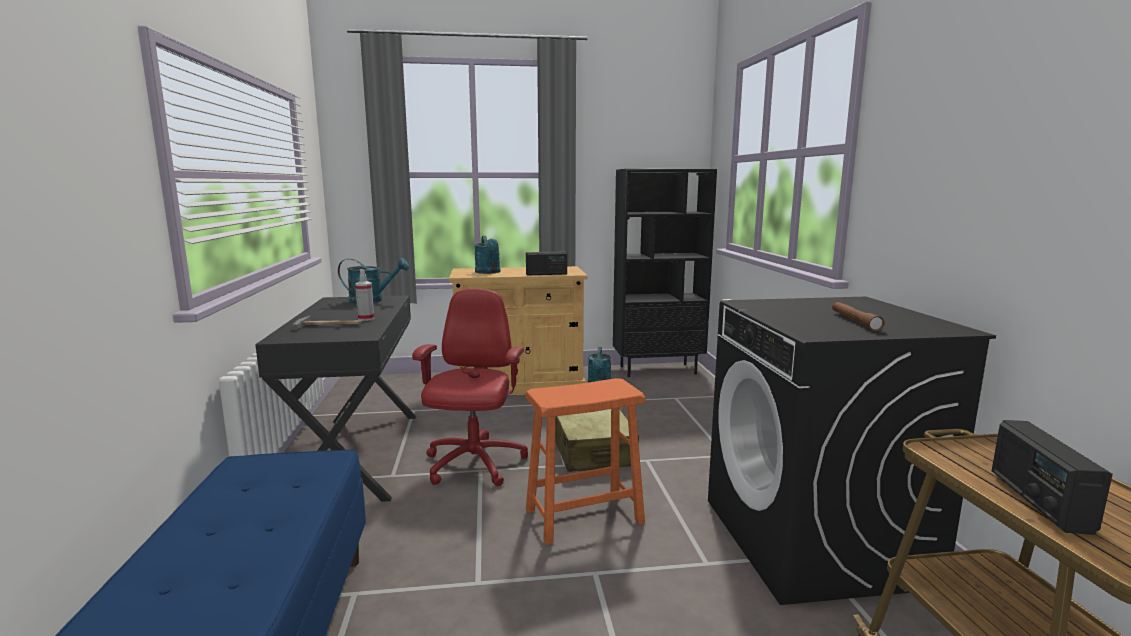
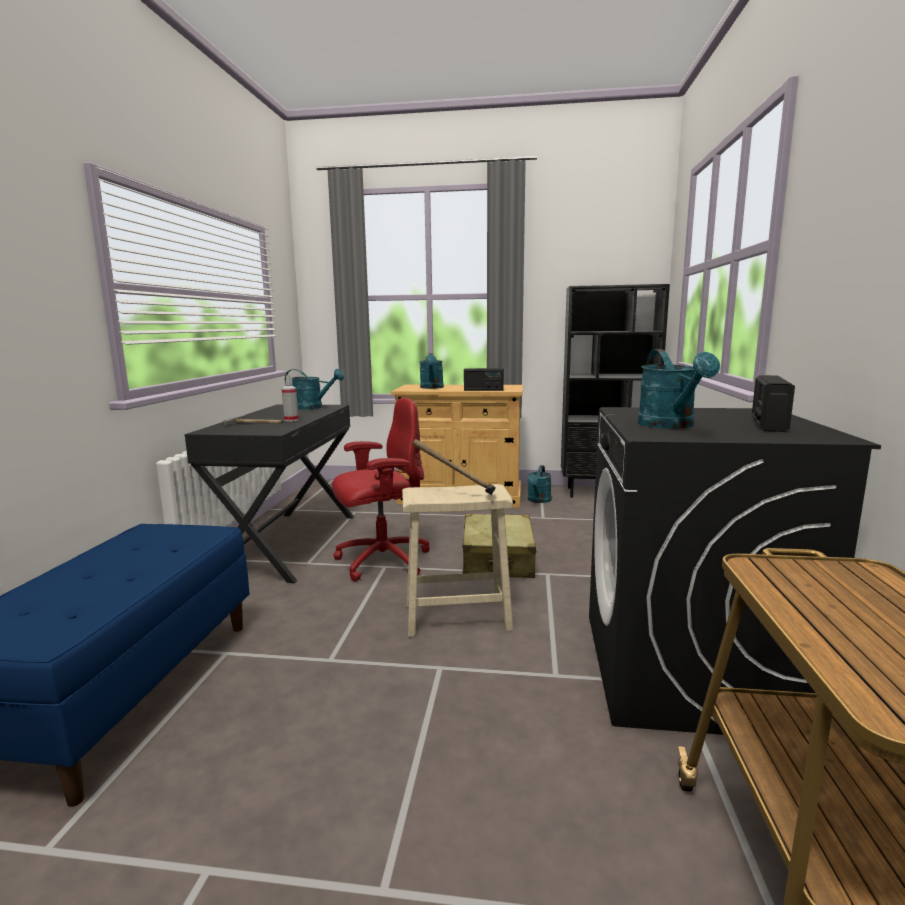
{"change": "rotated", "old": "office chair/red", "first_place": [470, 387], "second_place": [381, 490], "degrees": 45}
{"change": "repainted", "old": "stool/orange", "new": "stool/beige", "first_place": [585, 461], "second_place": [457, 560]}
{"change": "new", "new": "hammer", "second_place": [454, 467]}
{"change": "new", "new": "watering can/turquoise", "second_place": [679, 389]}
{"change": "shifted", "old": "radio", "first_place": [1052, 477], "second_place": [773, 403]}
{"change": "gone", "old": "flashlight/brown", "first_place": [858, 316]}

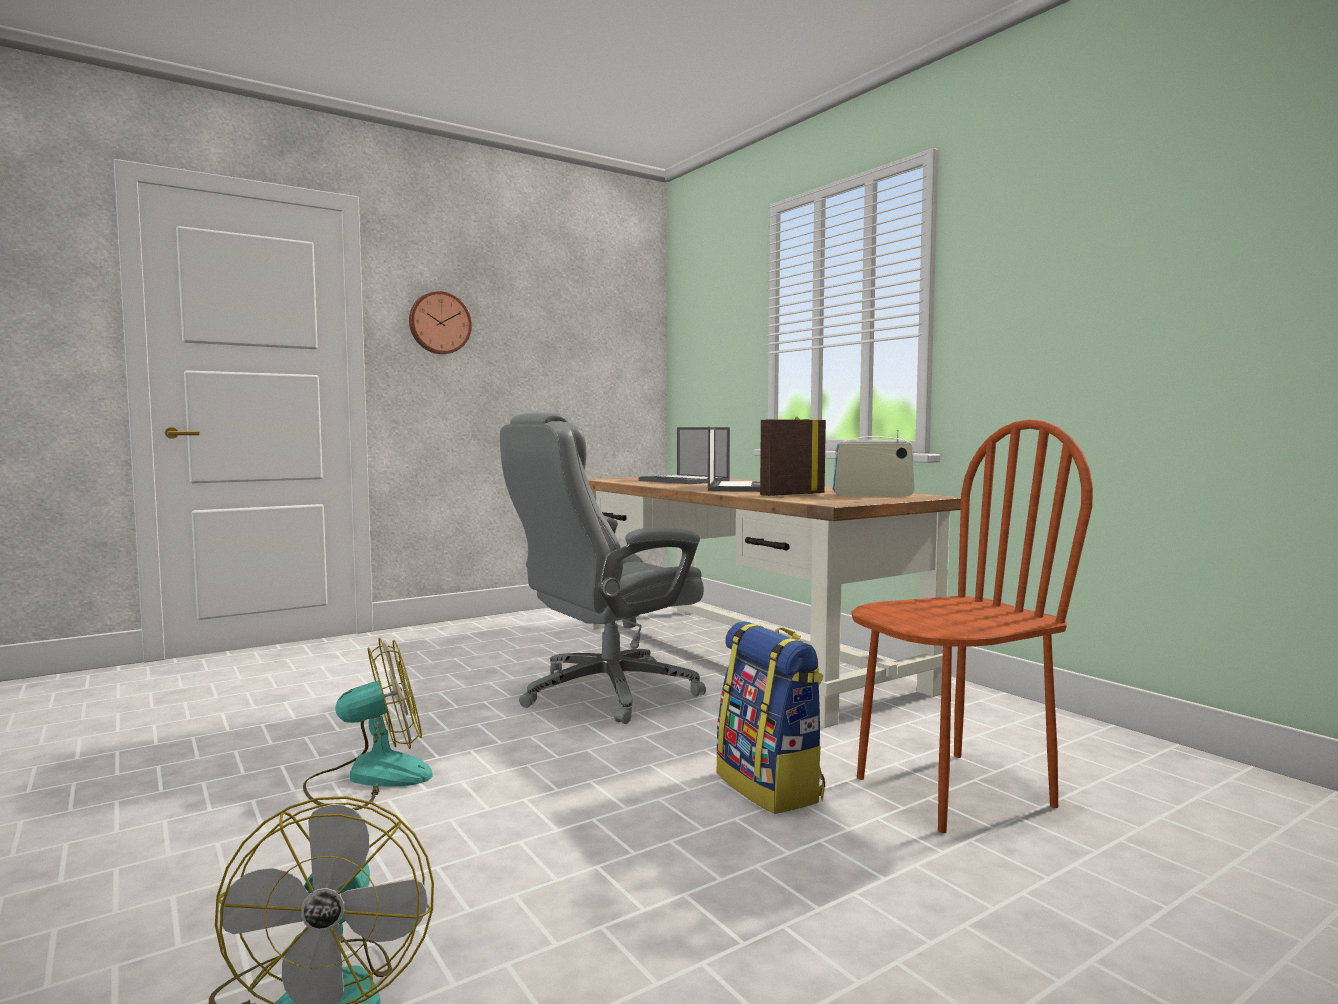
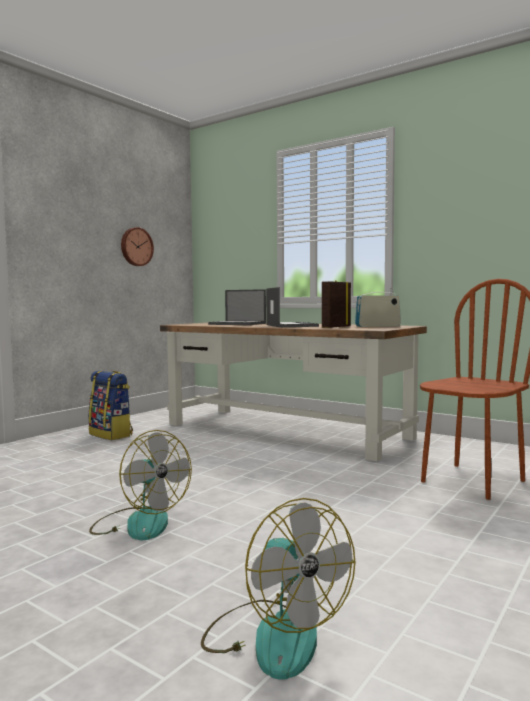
{"change": "shifted", "old": "backpack", "first_place": [771, 717], "second_place": [110, 405]}
{"change": "rotated", "old": "fan", "first_place": [367, 723], "second_place": [140, 485], "degrees": 90}
{"change": "shifted", "old": "wall clock", "first_place": [440, 322], "second_place": [137, 246]}
{"change": "gone", "old": "office chair/grey", "first_place": [603, 568]}

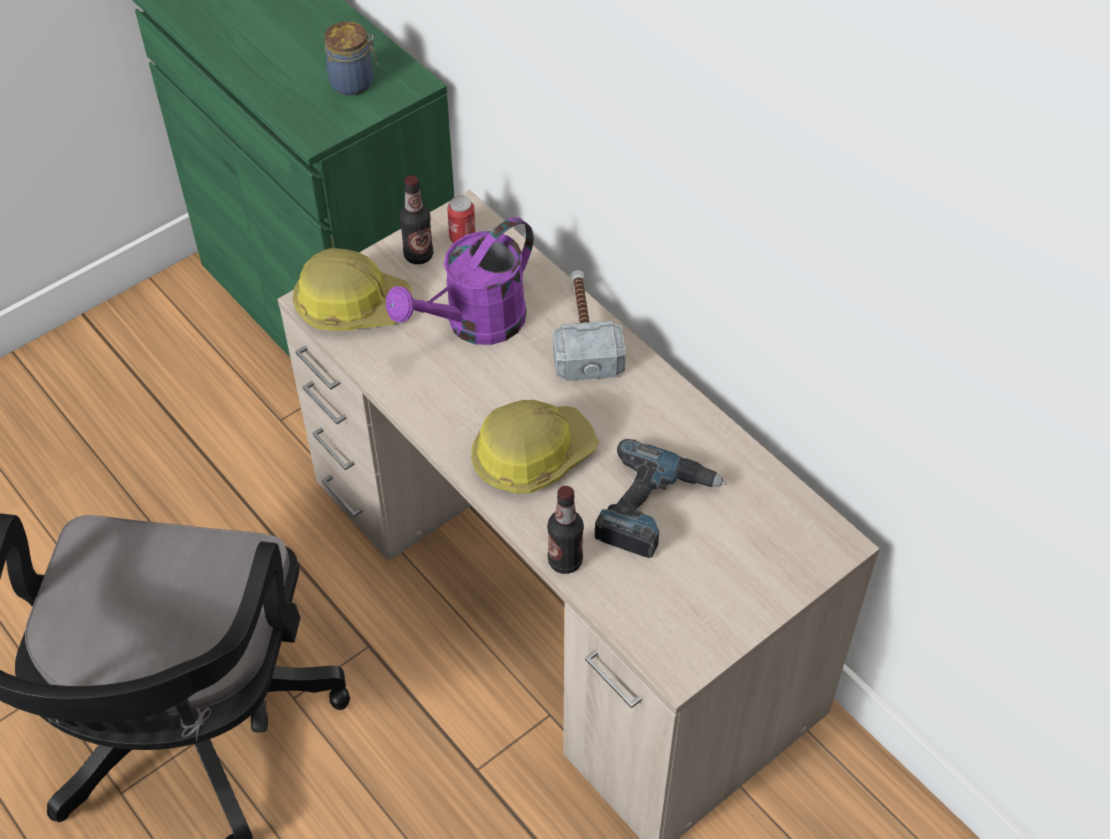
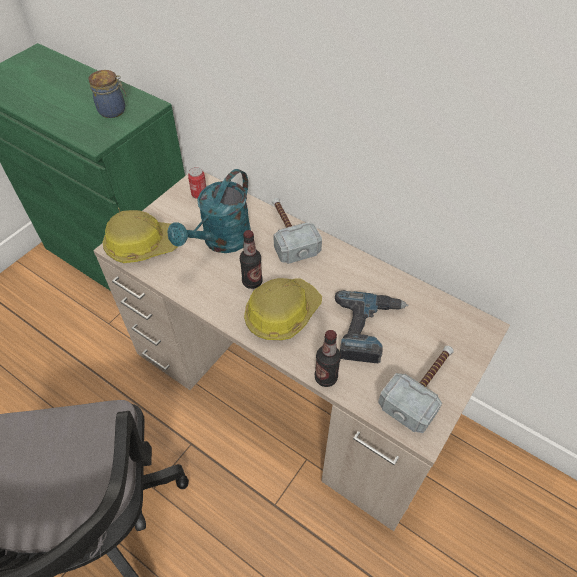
{"change": "repainted", "old": "watering can/purple", "new": "watering can/turquoise", "first_place": [460, 281], "second_place": [209, 211]}
{"change": "shifted", "old": "bottle", "first_place": [416, 219], "second_place": [251, 259]}
{"change": "new", "new": "hammer", "second_place": [416, 389]}

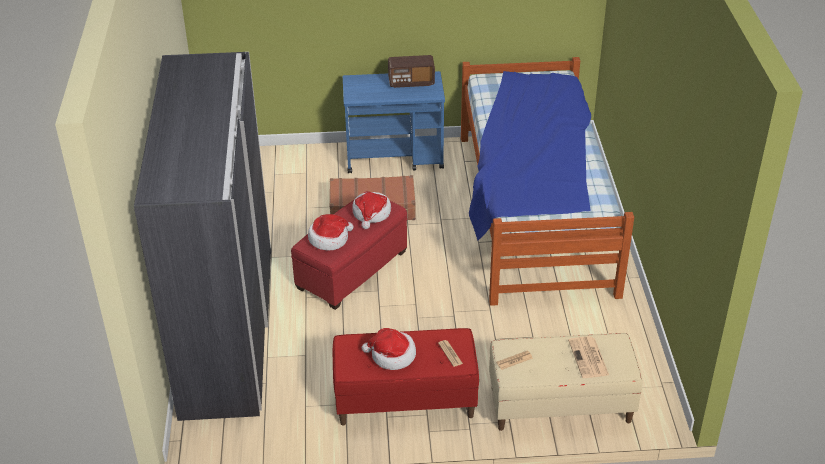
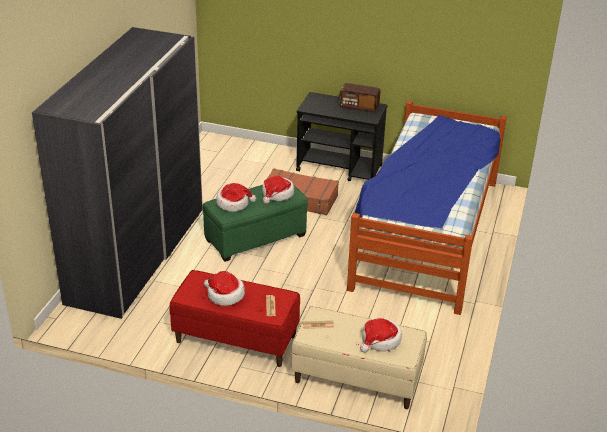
{"change": "repainted", "old": "ottoman/red", "new": "ottoman/green", "first_place": [349, 250], "second_place": [255, 223]}
{"change": "repainted", "old": "cart/blue", "new": "cart/black", "first_place": [394, 122], "second_place": [341, 136]}
{"change": "swapped", "old": "newspaper", "new": "hat", "first_place": [588, 357], "second_place": [381, 335]}

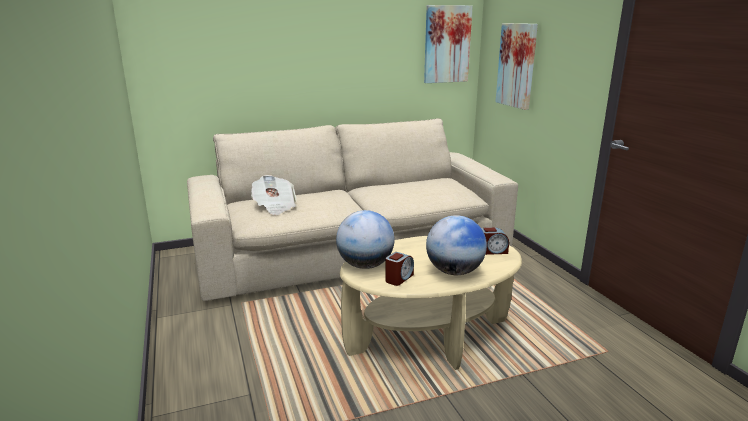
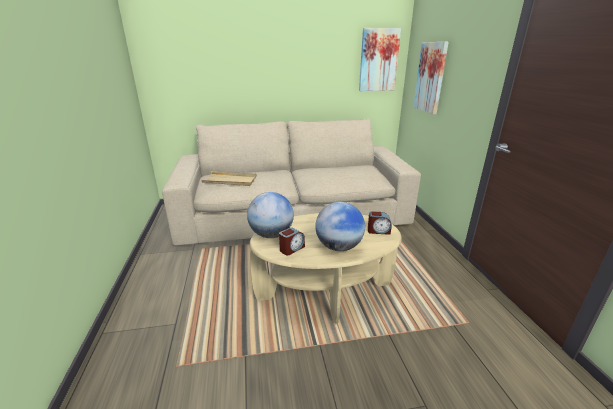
{"change": "swapped", "old": "newspaper", "new": "tray/beige", "first_place": [274, 195], "second_place": [229, 178]}

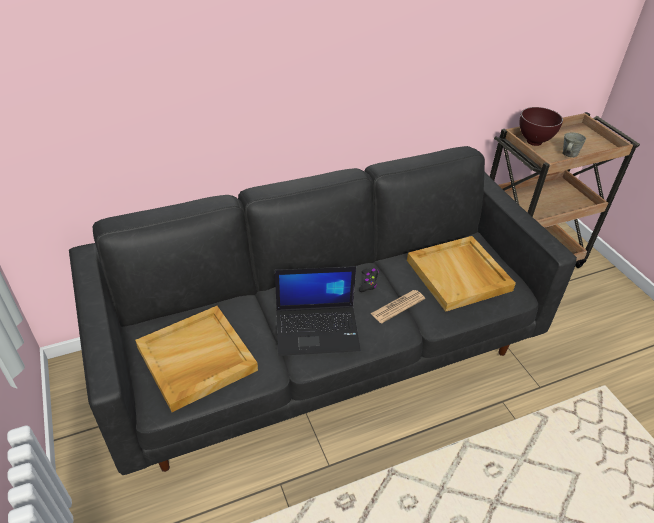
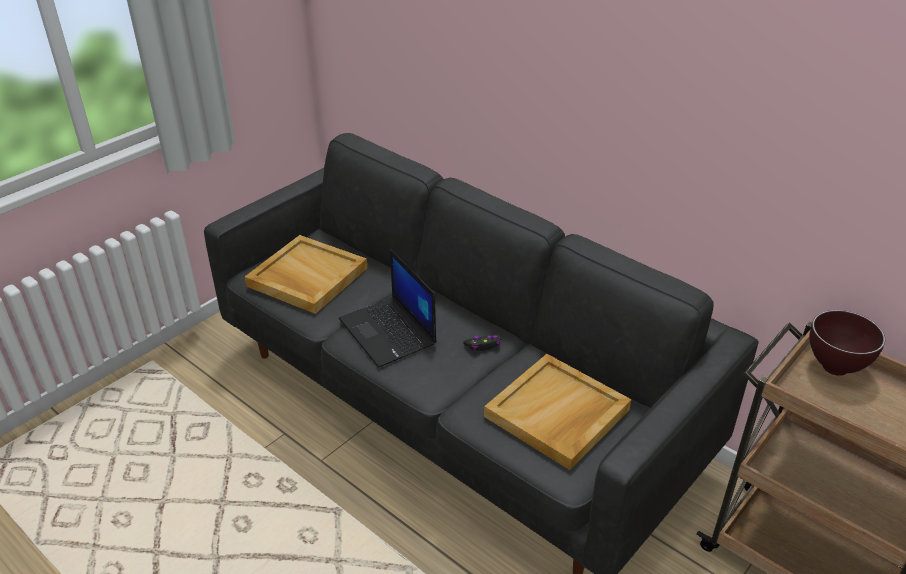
{"change": "gone", "old": "newspaper", "first_place": [397, 306]}
{"change": "gone", "old": "mug/grey", "first_place": [574, 144]}

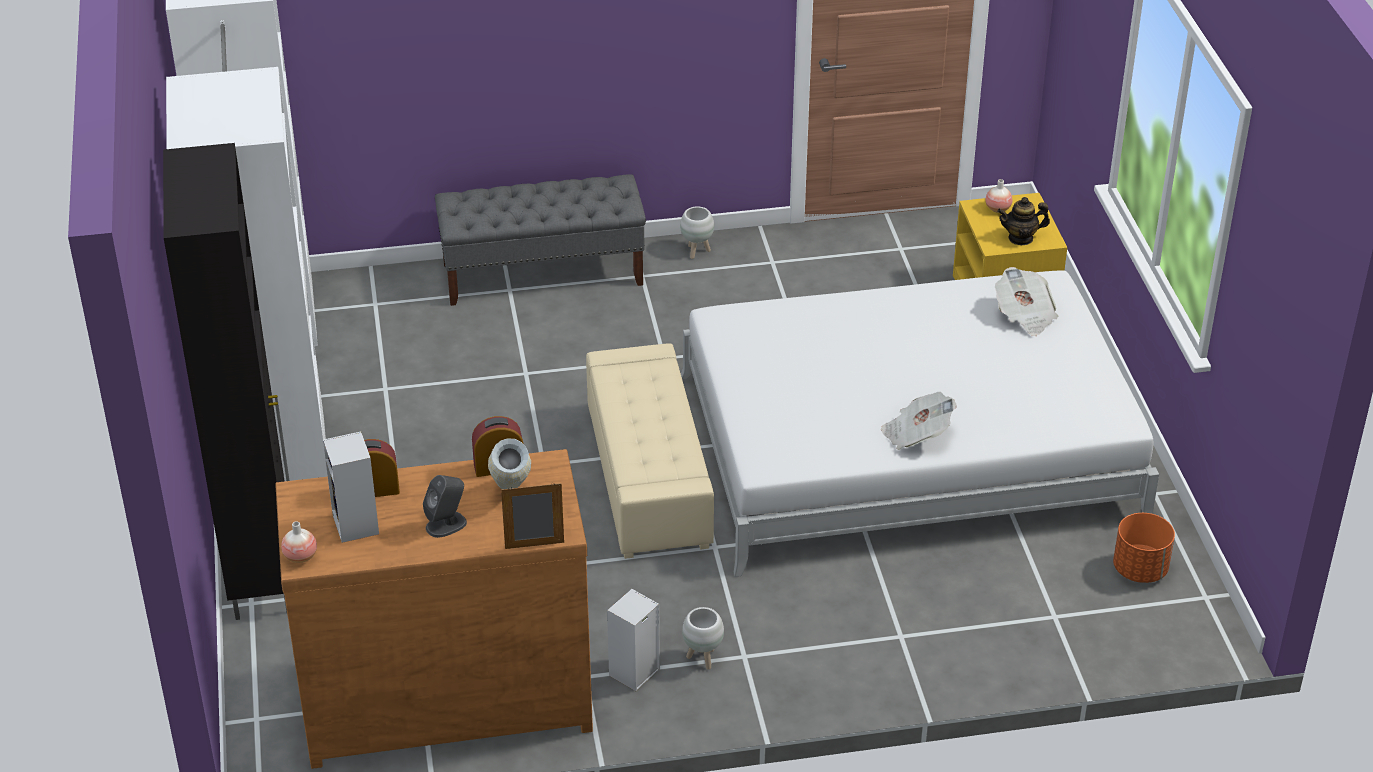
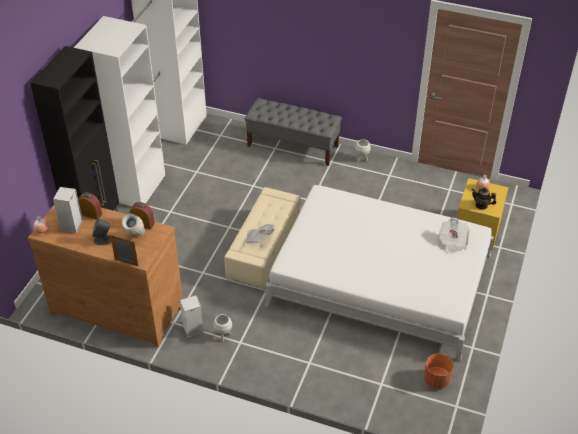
{"change": "shifted", "old": "newspaper", "first_place": [919, 421], "second_place": [259, 233]}

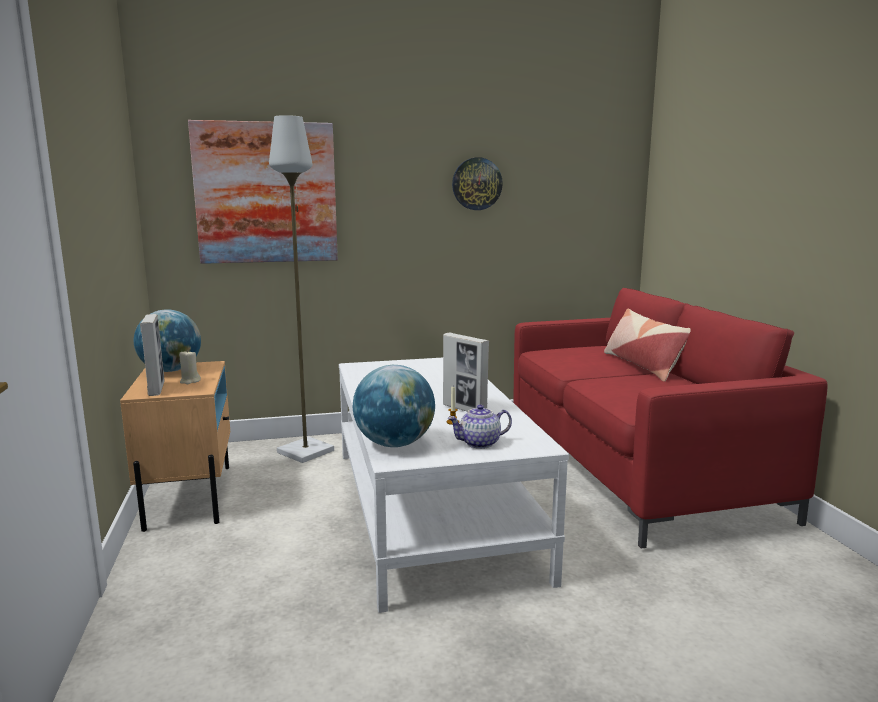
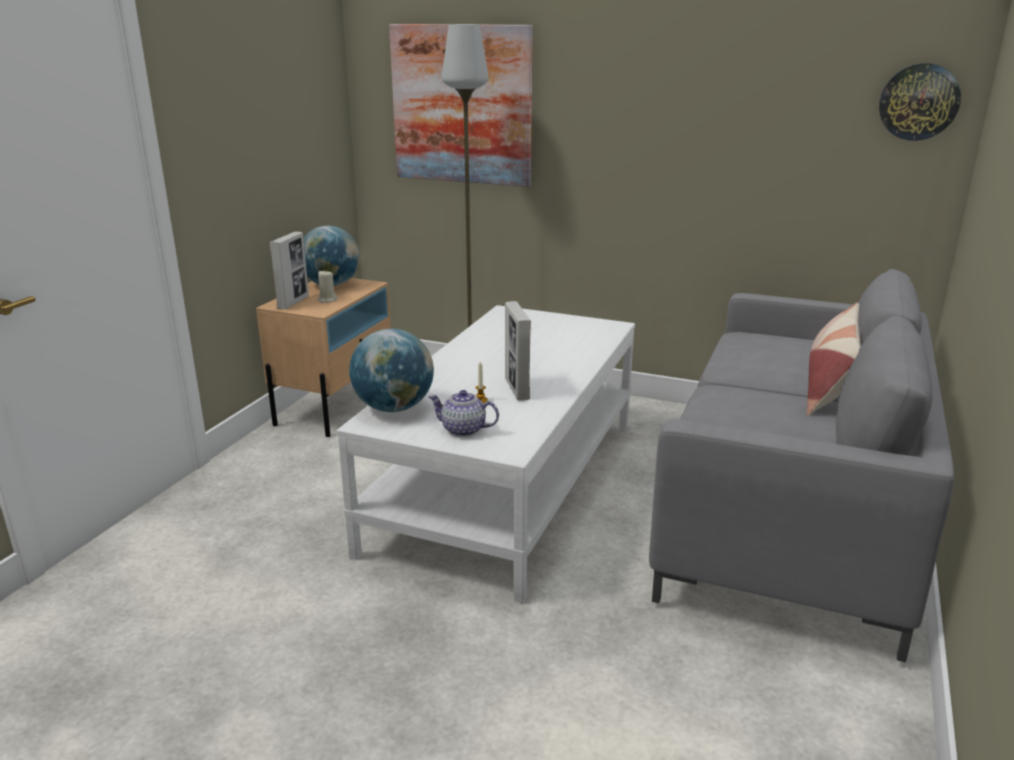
{"change": "repainted", "old": "sofa/red", "new": "sofa/grey", "first_place": [670, 418], "second_place": [801, 465]}
{"change": "shifted", "old": "wall clock", "first_place": [477, 183], "second_place": [920, 102]}

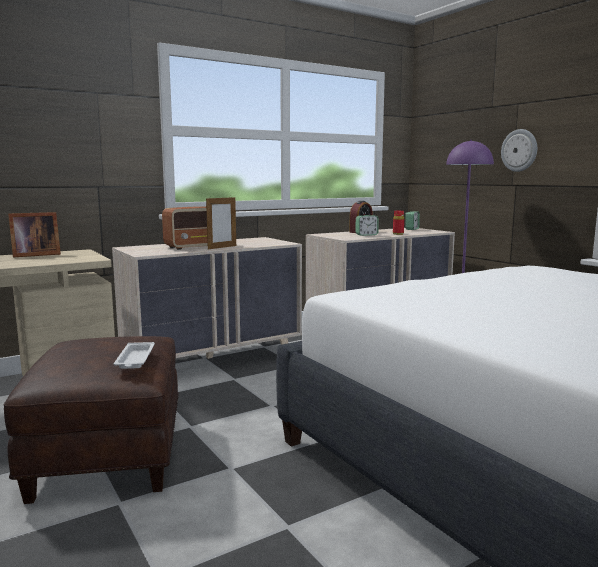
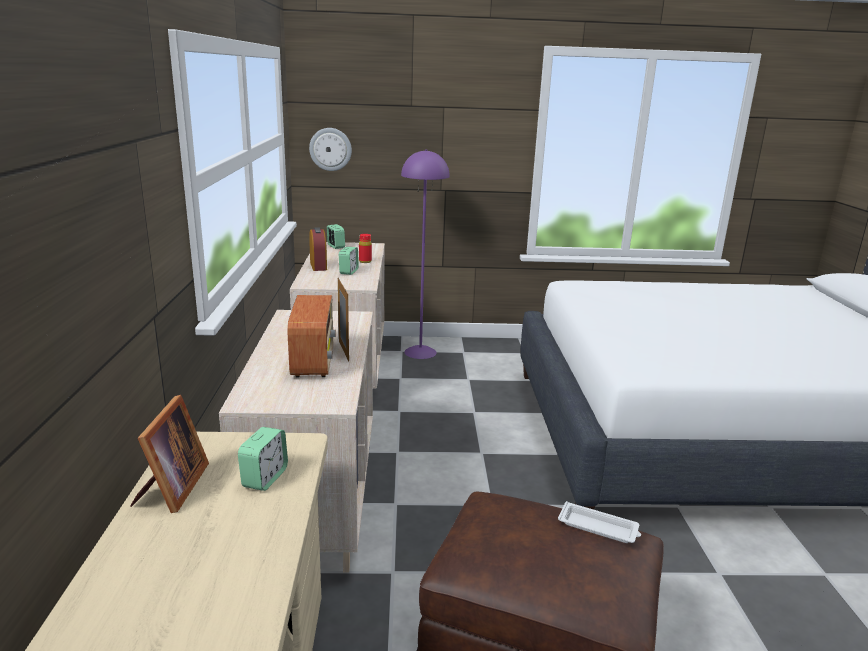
{"change": "new", "new": "alarm clock", "second_place": [263, 459]}
{"change": "shifted", "old": "wall clock", "first_place": [519, 150], "second_place": [330, 149]}

